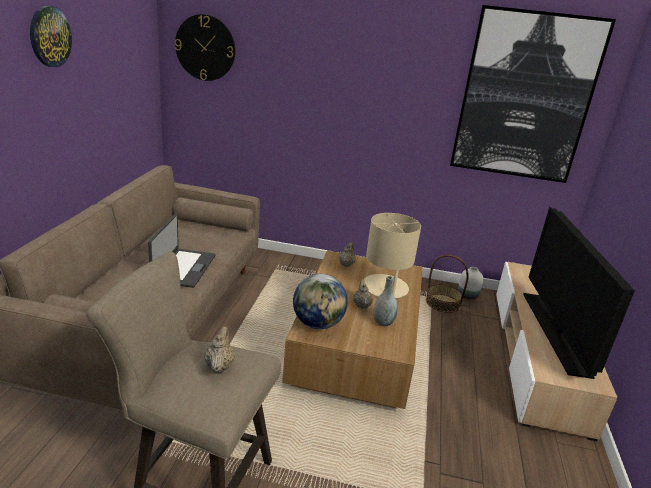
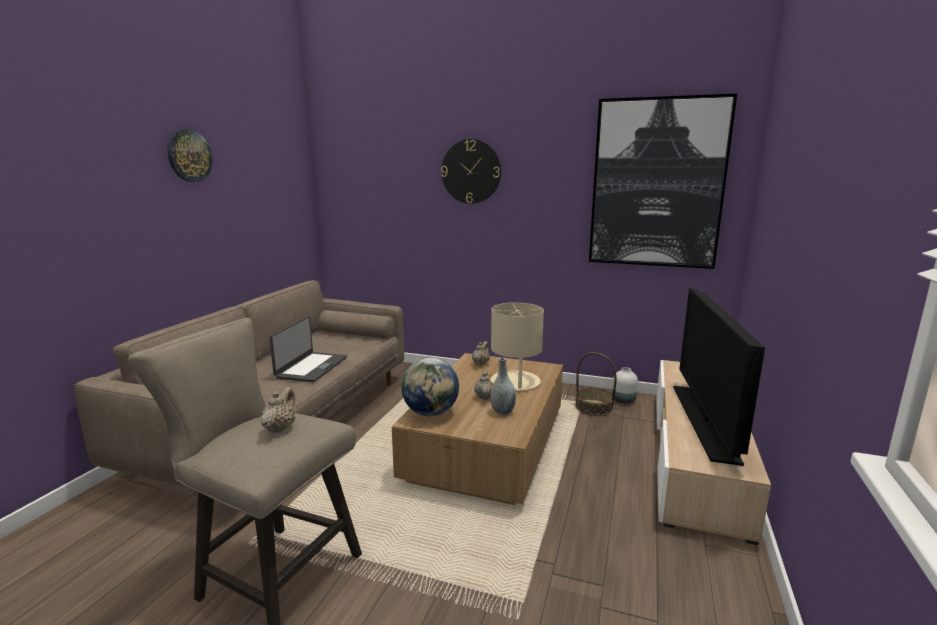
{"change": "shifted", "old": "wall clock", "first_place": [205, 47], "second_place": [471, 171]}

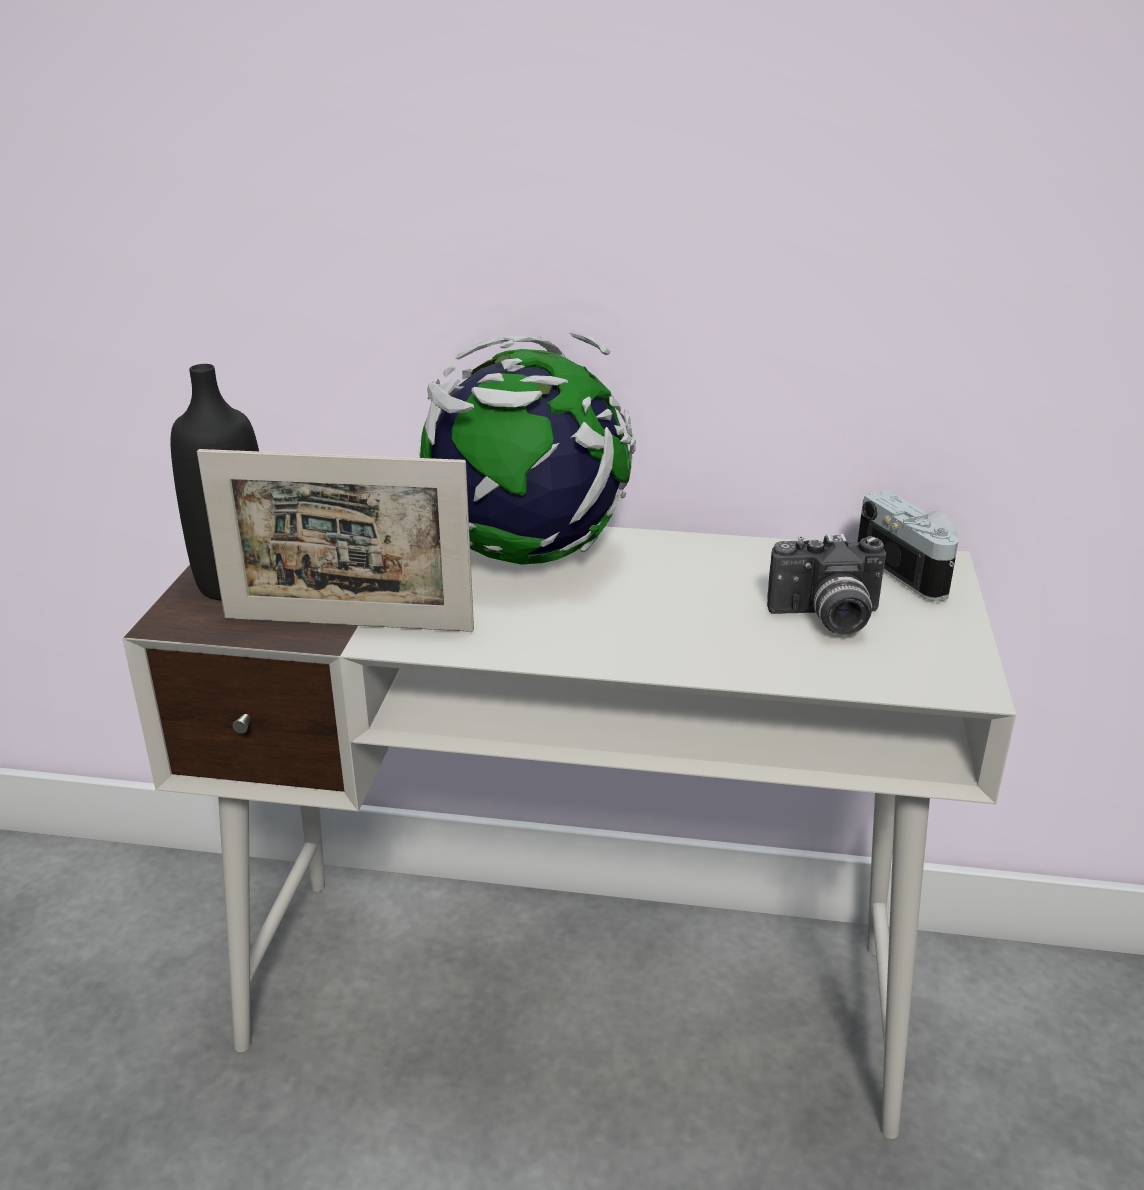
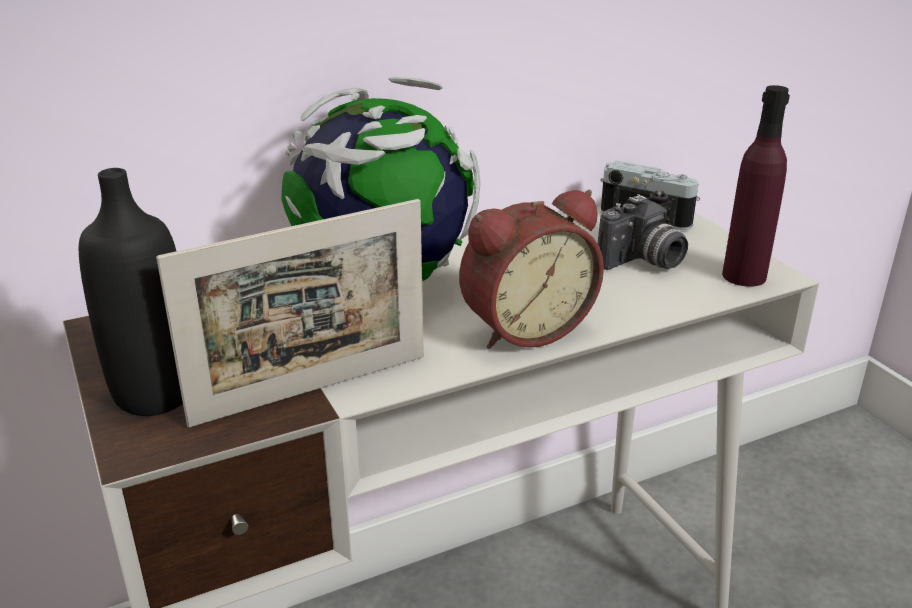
{"change": "new", "new": "alarm clock", "second_place": [531, 269]}
{"change": "new", "new": "bottle/purple", "second_place": [756, 186]}

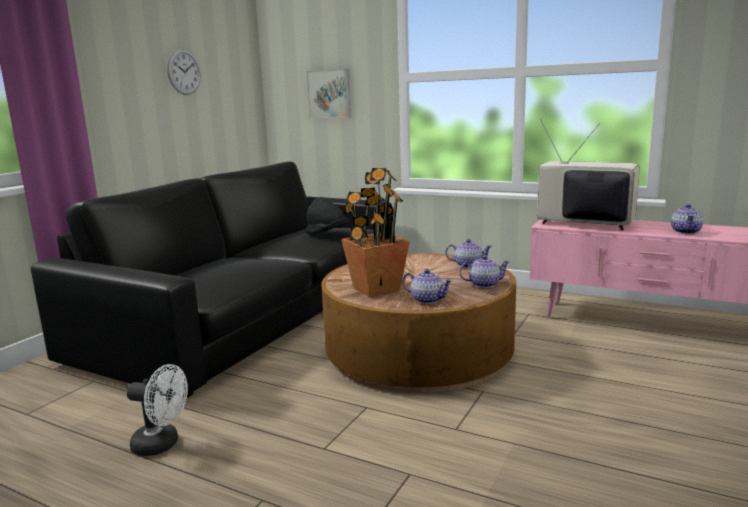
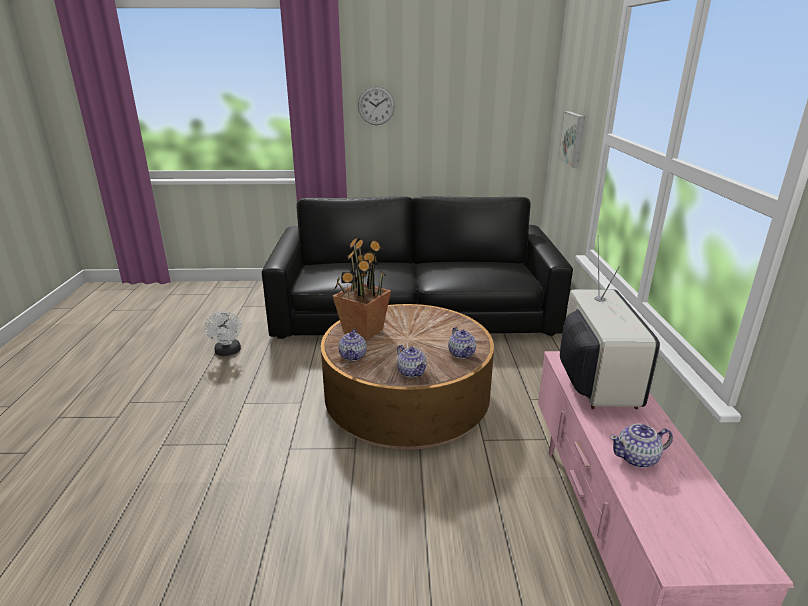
{"change": "shifted", "old": "wall clock", "first_place": [184, 72], "second_place": [376, 105]}
{"change": "gone", "old": "hat/black", "first_place": [327, 215]}

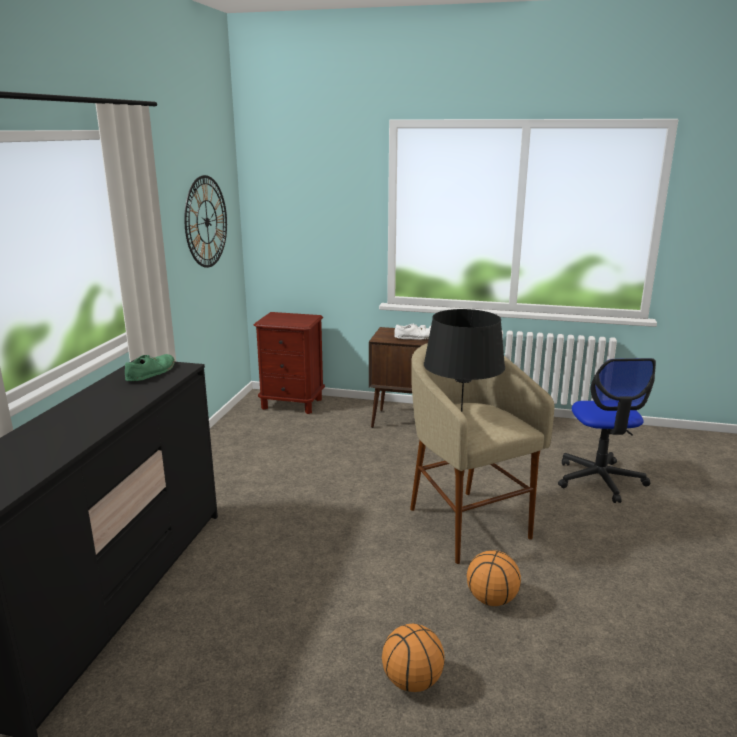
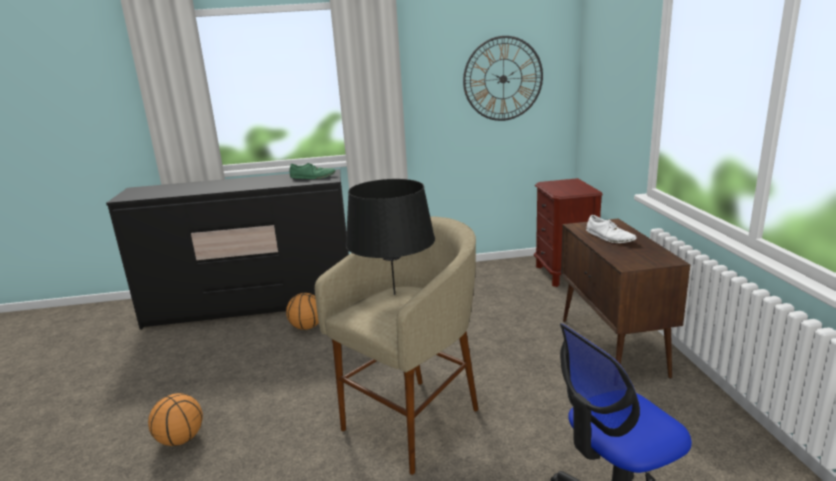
{"change": "shifted", "old": "basketball", "first_place": [494, 578], "second_place": [302, 311]}

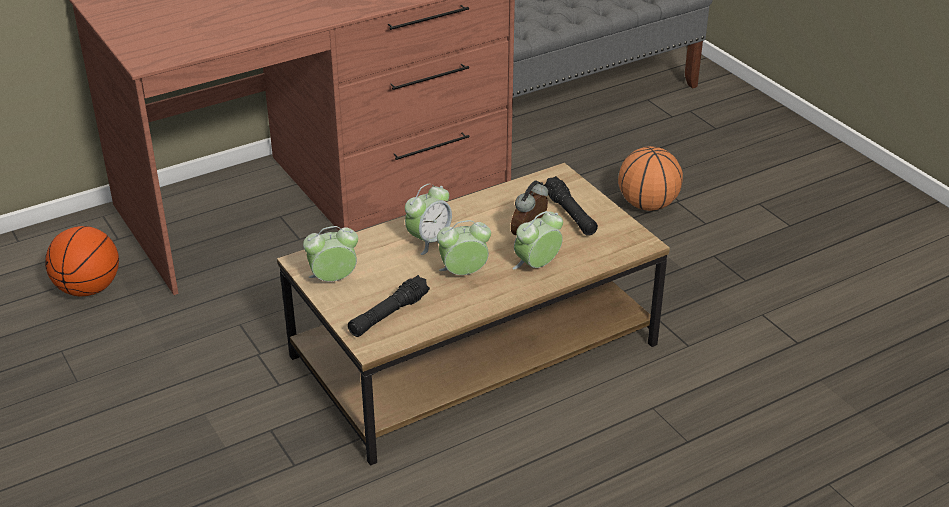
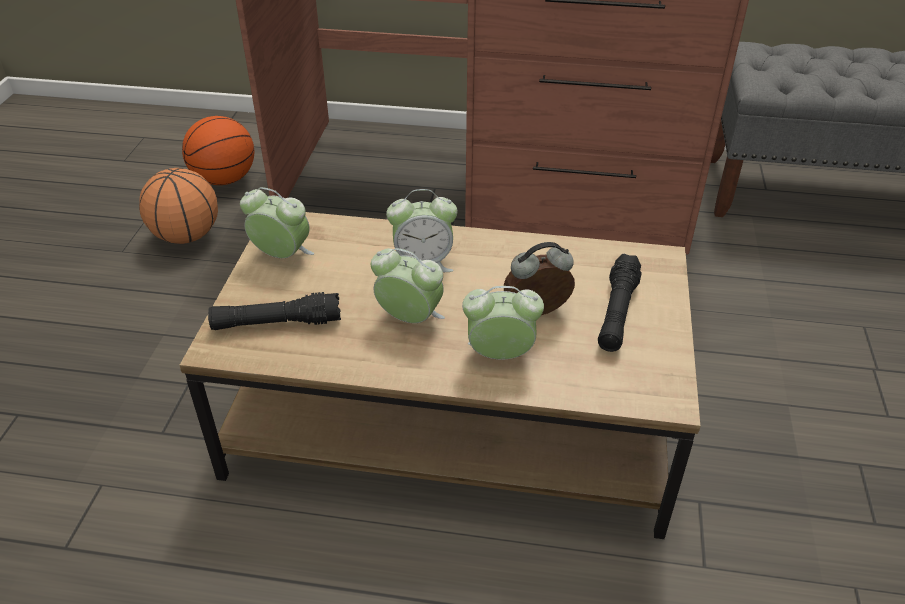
{"change": "shifted", "old": "basketball", "first_place": [650, 178], "second_place": [178, 206]}

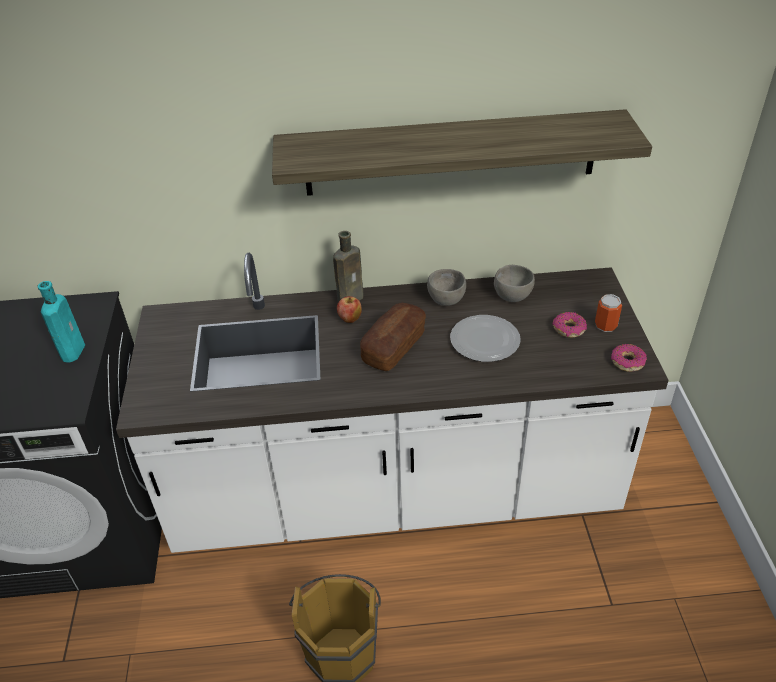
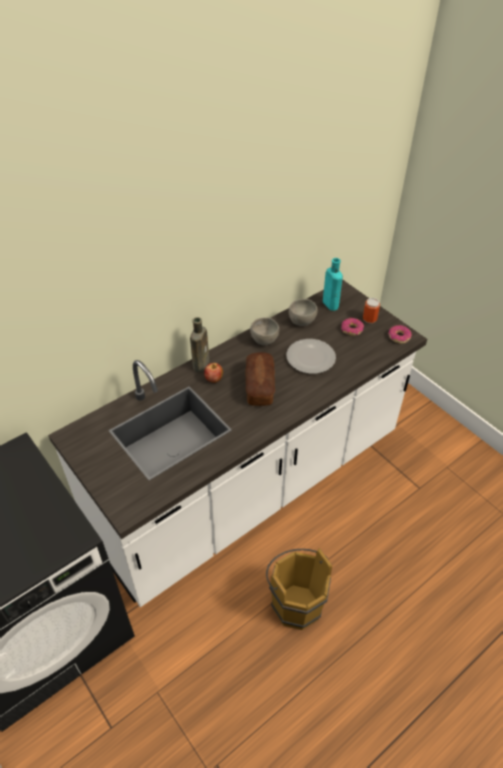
{"change": "shifted", "old": "bottle/turquoise", "first_place": [61, 322], "second_place": [333, 284]}
{"change": "gone", "old": "shelf", "first_place": [462, 152]}

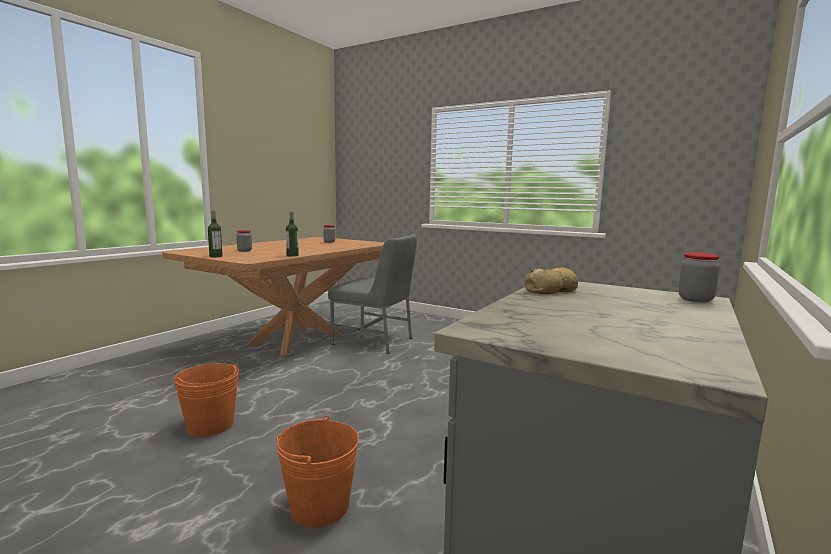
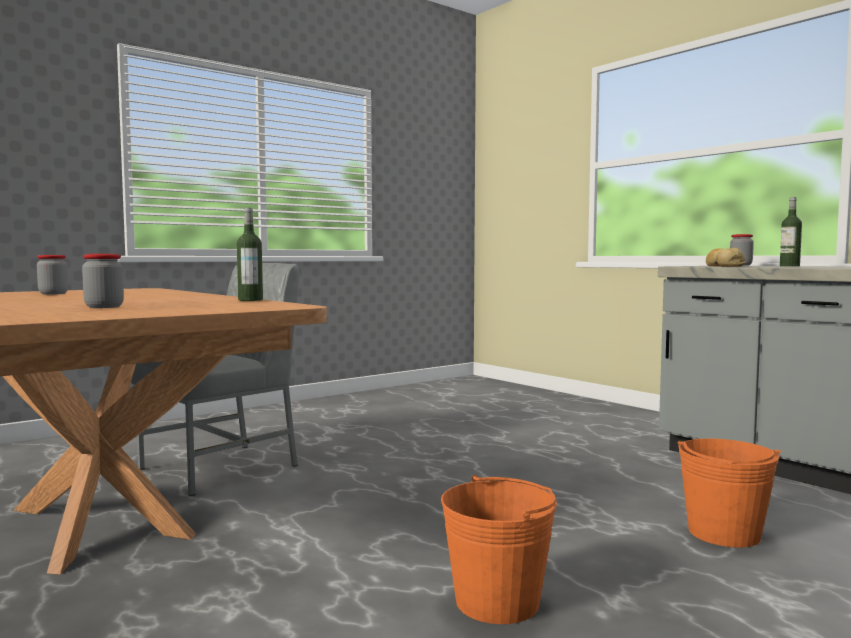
{"change": "shifted", "old": "bottle", "first_place": [215, 234], "second_place": [791, 231]}

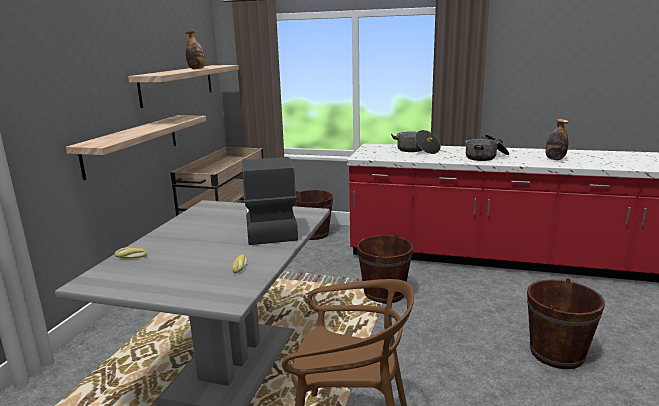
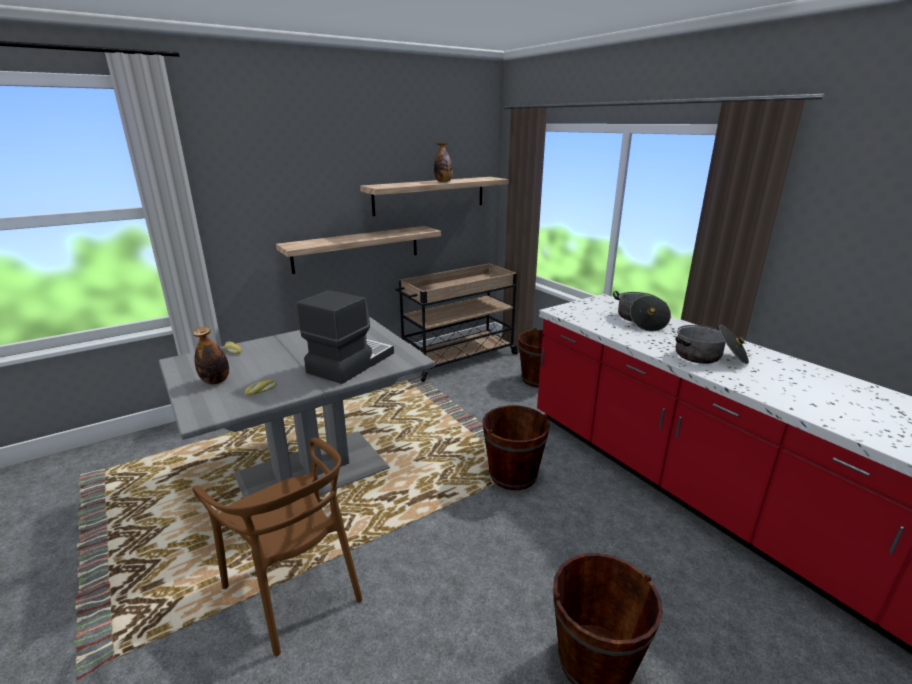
{"change": "shifted", "old": "bottle", "first_place": [557, 139], "second_place": [211, 356]}

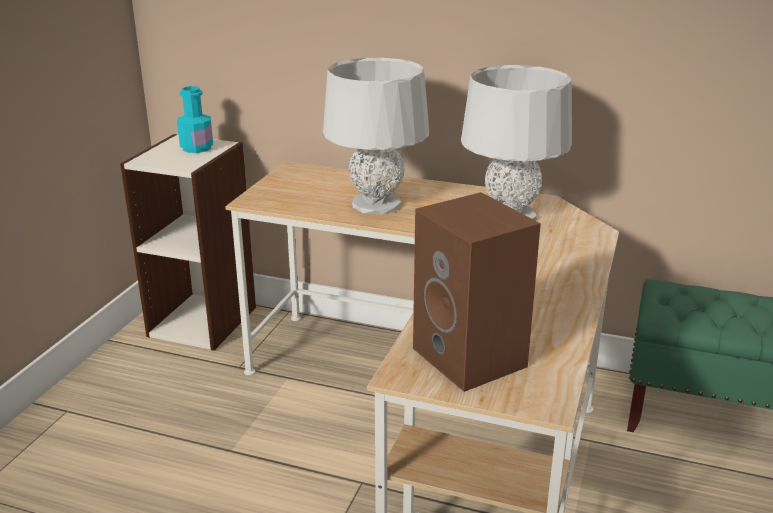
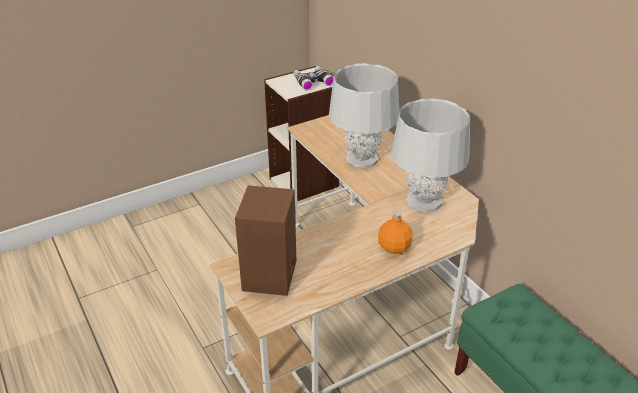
{"change": "swapped", "old": "bottle/turquoise", "new": "binoculars", "first_place": [195, 119], "second_place": [313, 78]}
{"change": "new", "new": "bottle/orange", "second_place": [395, 233]}

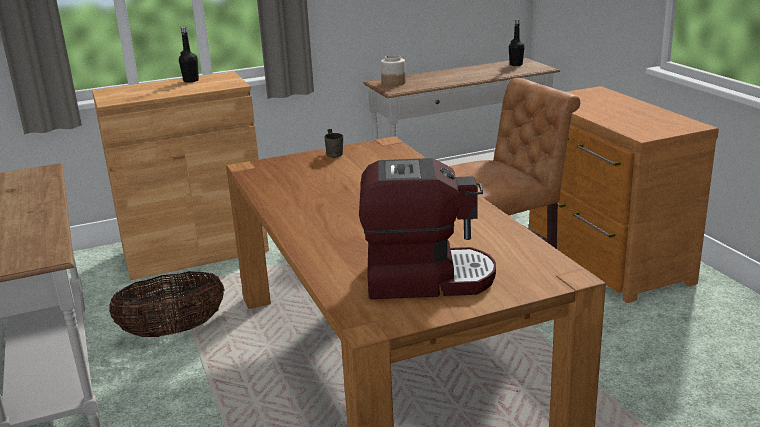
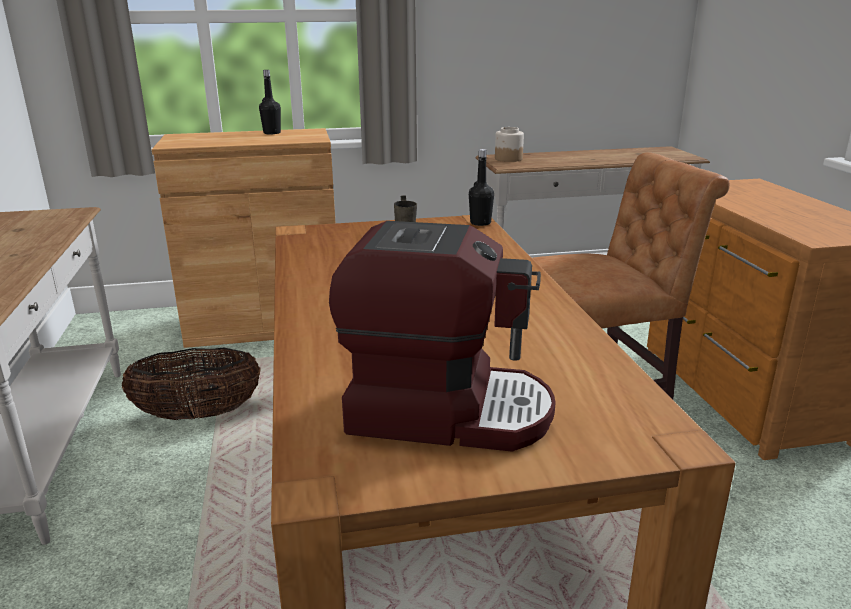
{"change": "shifted", "old": "bottle/black", "first_place": [517, 42], "second_place": [481, 187]}

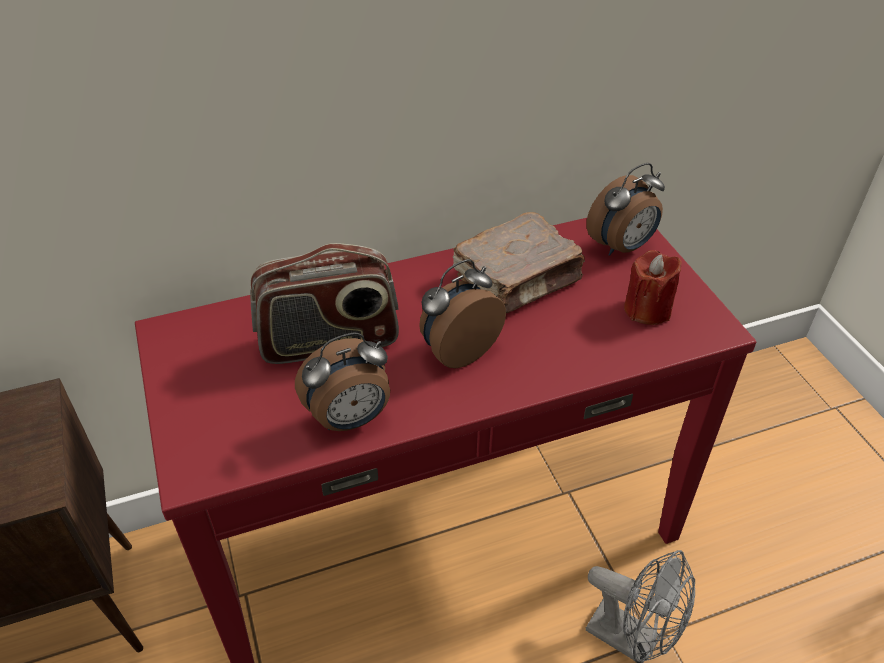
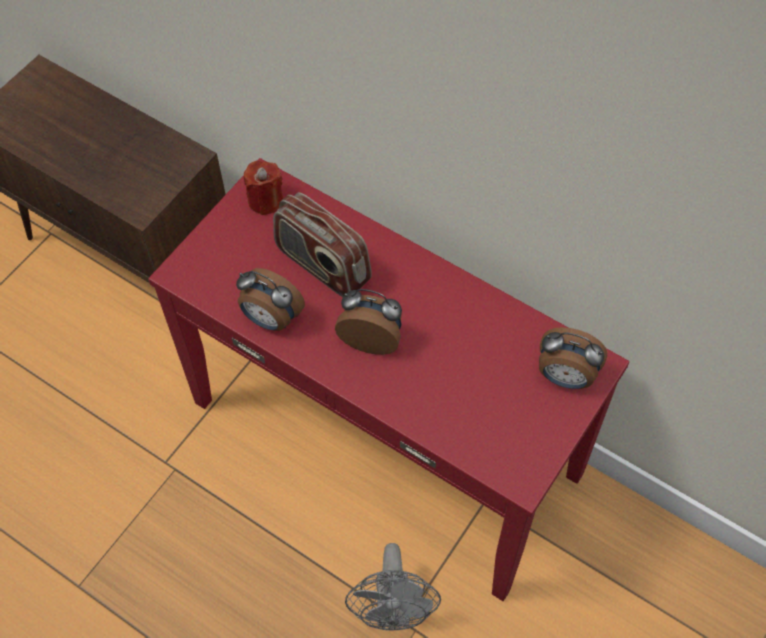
{"change": "shifted", "old": "candle/red", "first_place": [653, 287], "second_place": [263, 188]}
{"change": "gone", "old": "book/brown", "first_place": [519, 262]}

